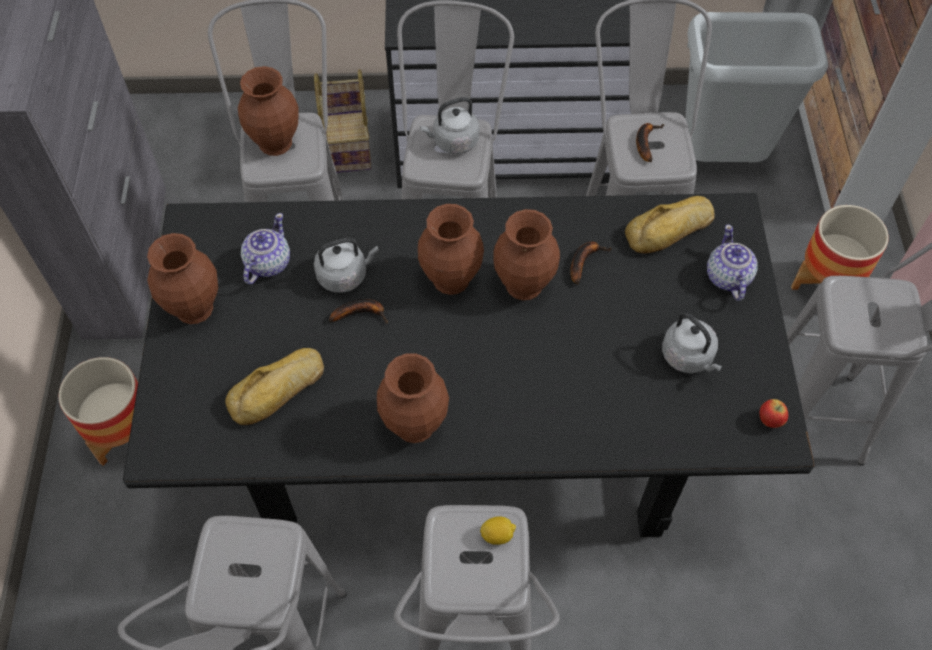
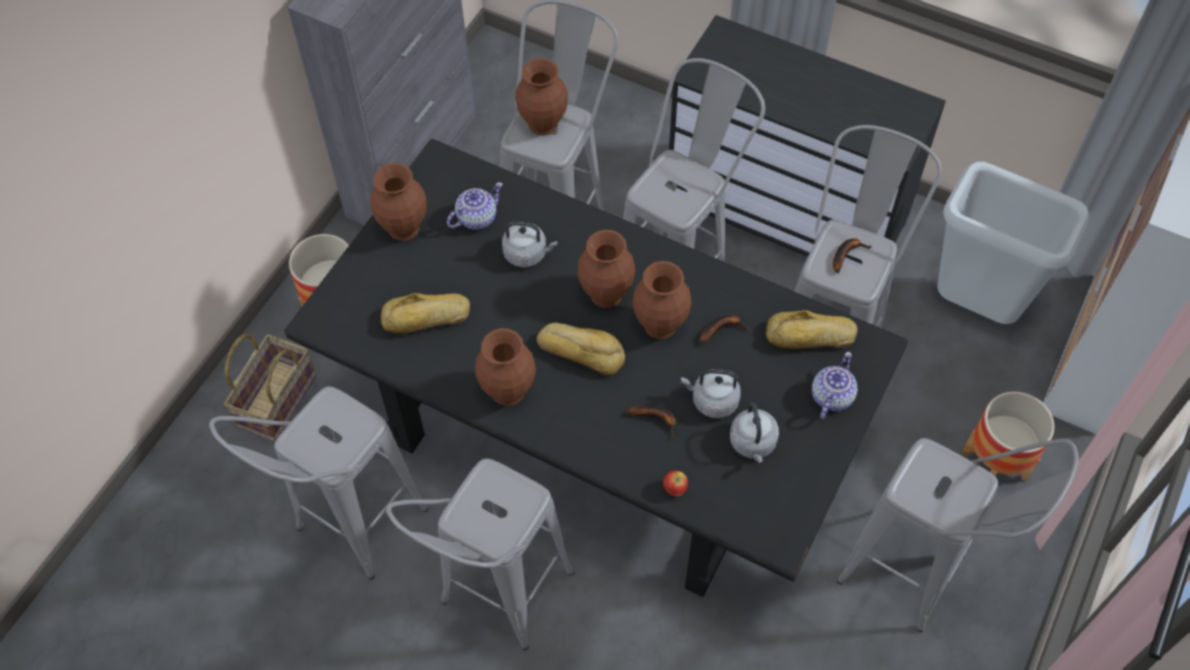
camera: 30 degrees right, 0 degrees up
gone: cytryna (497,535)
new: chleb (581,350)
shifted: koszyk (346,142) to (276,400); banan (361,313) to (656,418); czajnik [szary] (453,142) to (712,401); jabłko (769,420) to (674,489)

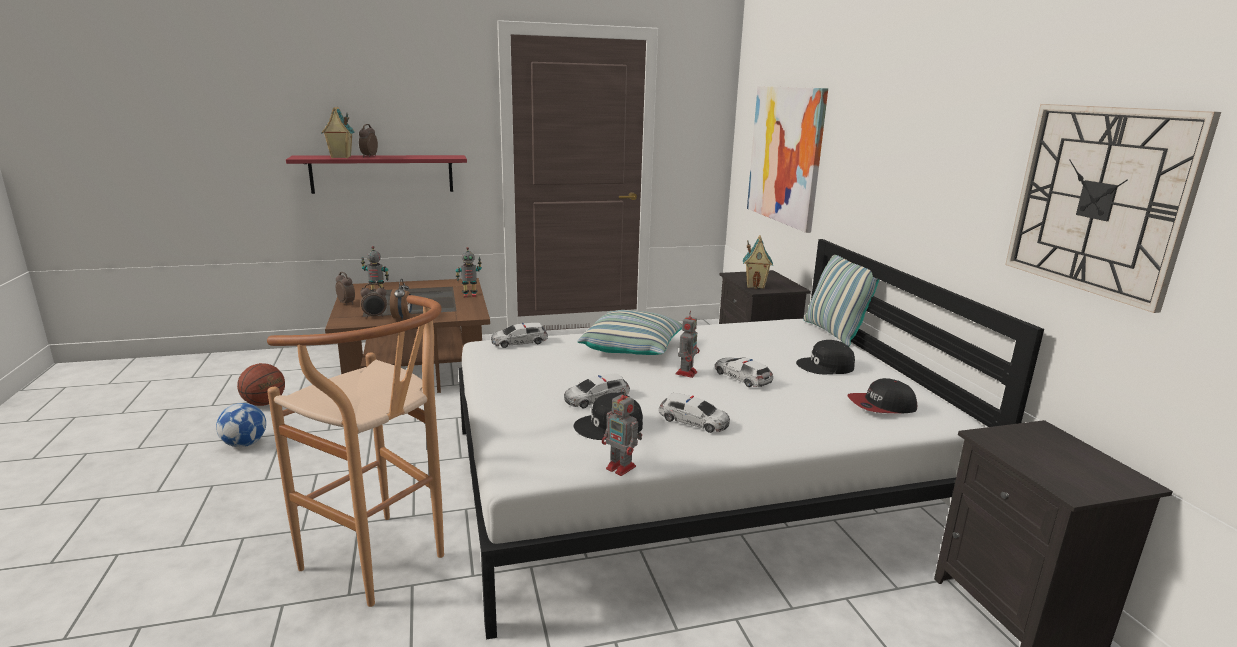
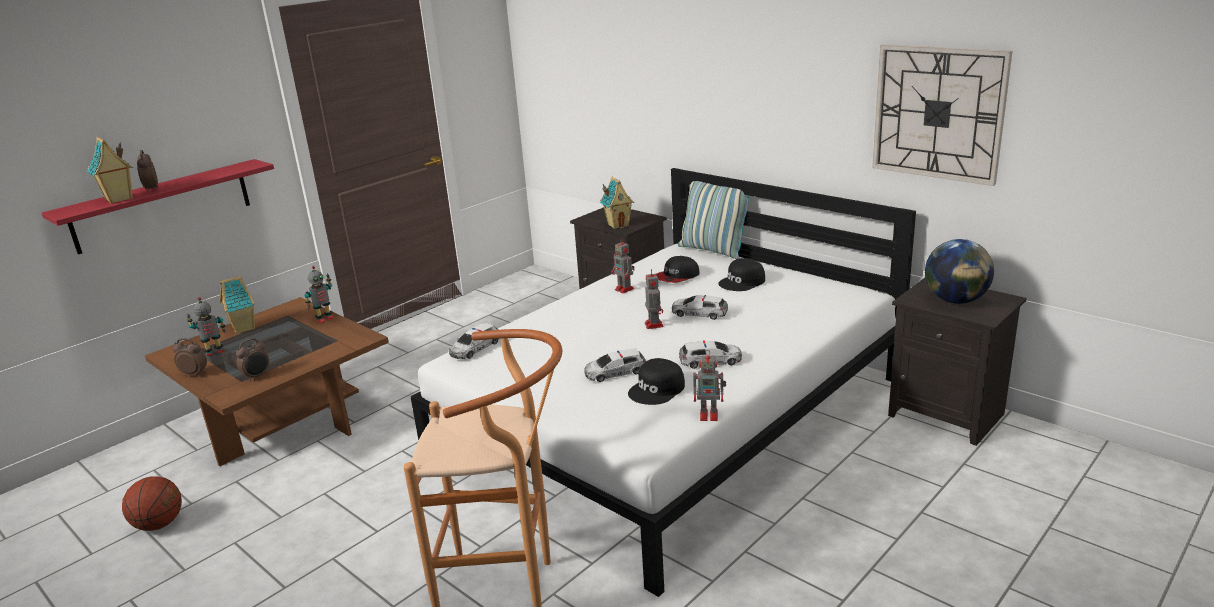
camera: 30 degrees left, 5 degrees up
gone: piłka futbolowa (245,444); budzik (402,317); poduszka (633,348); obraz (785,155)
new: domek (244,328); robot zabawkowy (625,289); globus (955,300)
shifted: czapka z daszkiem (881,406) to (676,277)
rotated: samochodzik (596,398) = (615,372) 45 degrees clockwise

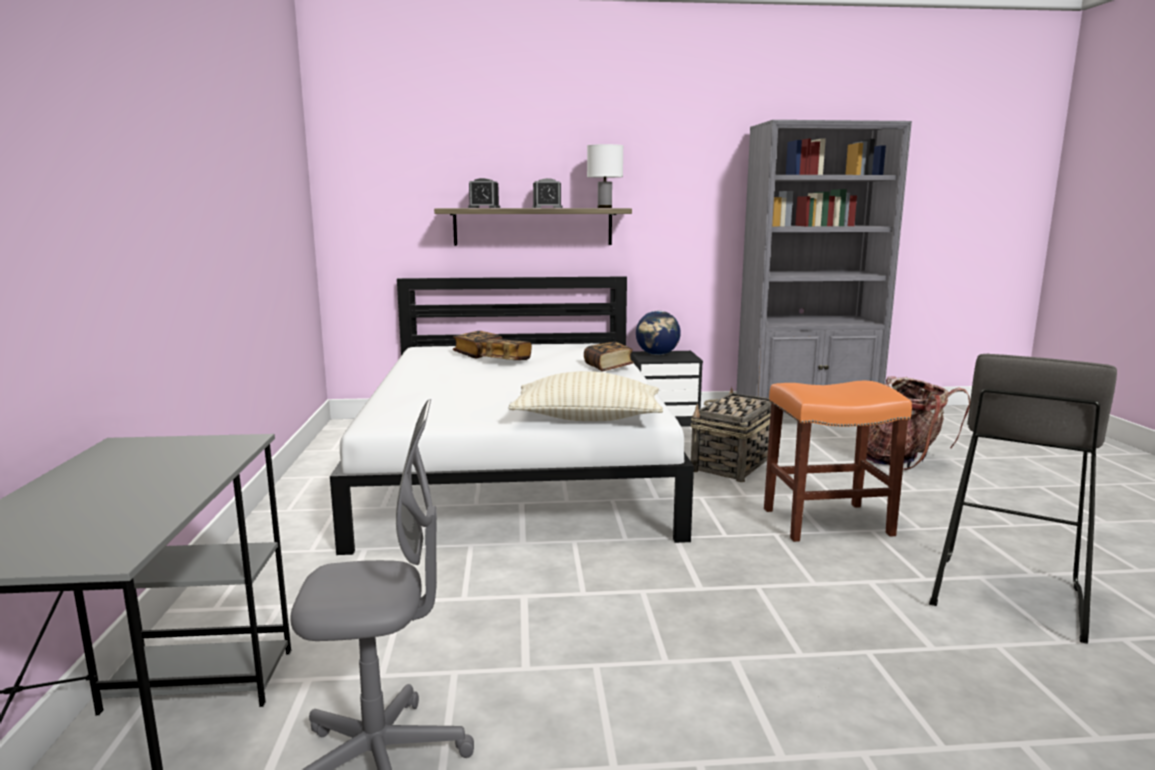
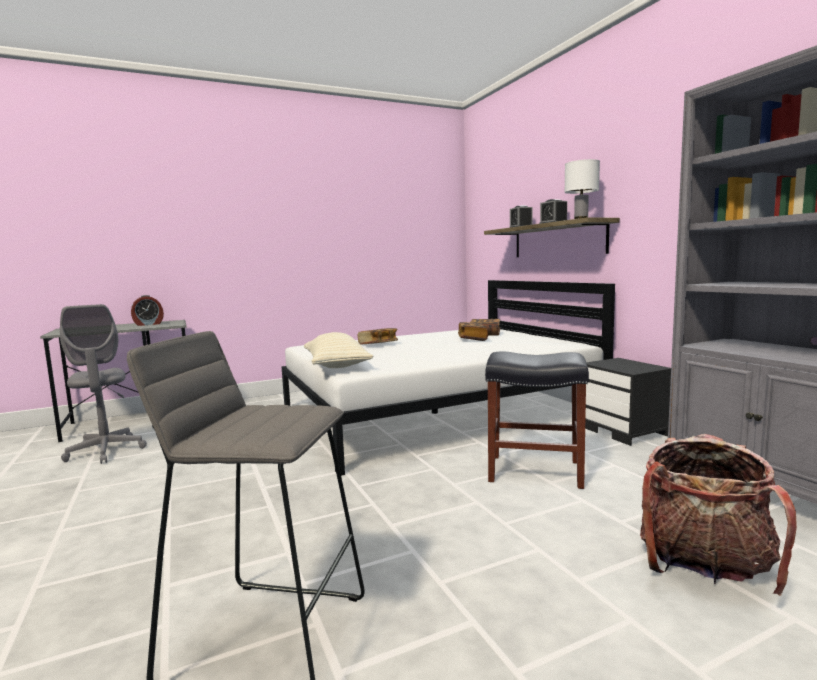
camera: 70 degrees right, 5 degrees down
gone: globus (657,354); stołek [pomarańczowy] (828,521)
new: budzik (148,324)
shifted: książka (608,367) to (378,344)
swapped: koszyk (733,464) to stołek [czarny] (533,471)

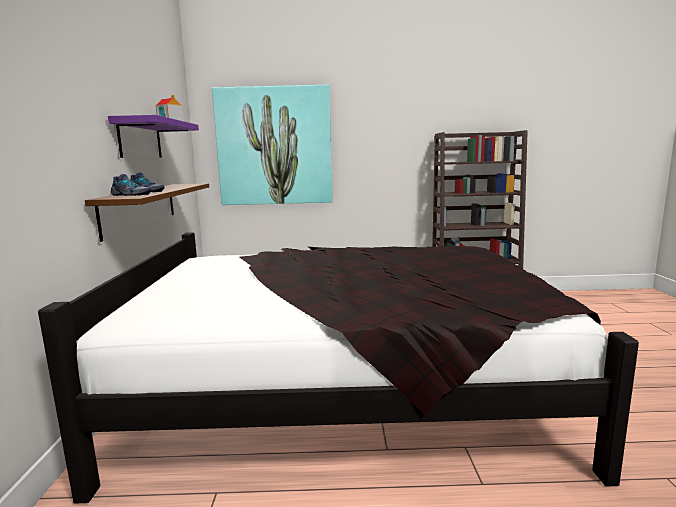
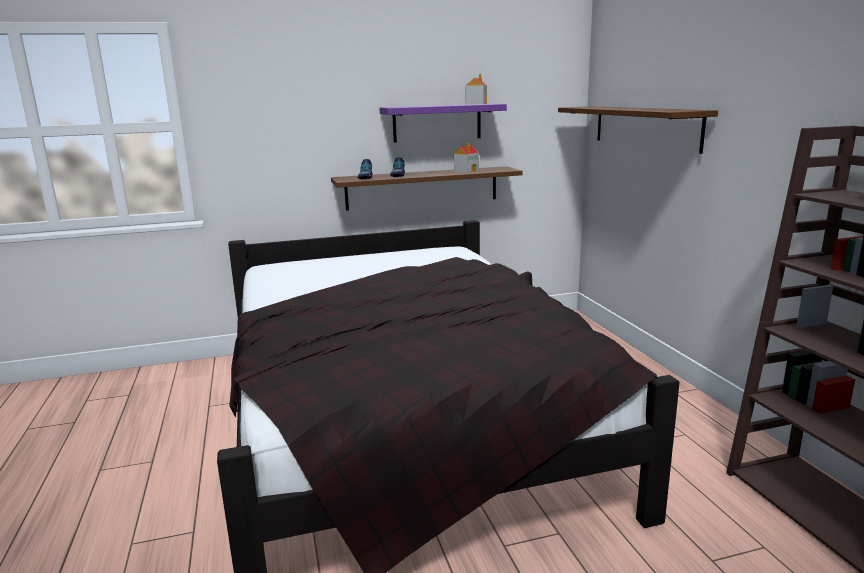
camera: 75 degrees right, 5 degrees up
new: domek (466,171)
swapped: obraz (274,146) to półka [brązowy] (645,127)

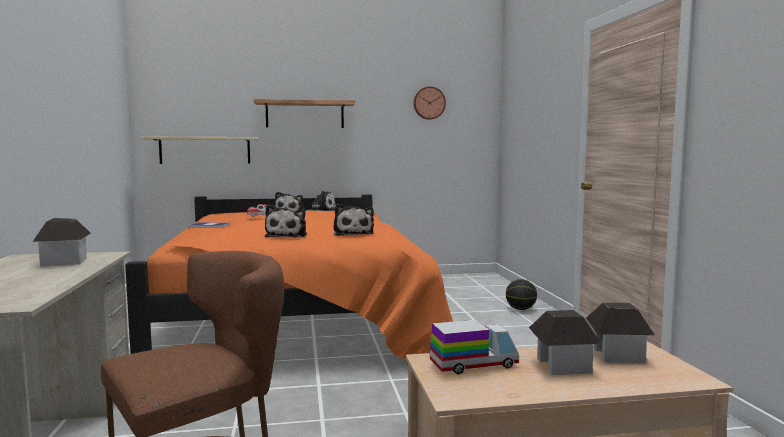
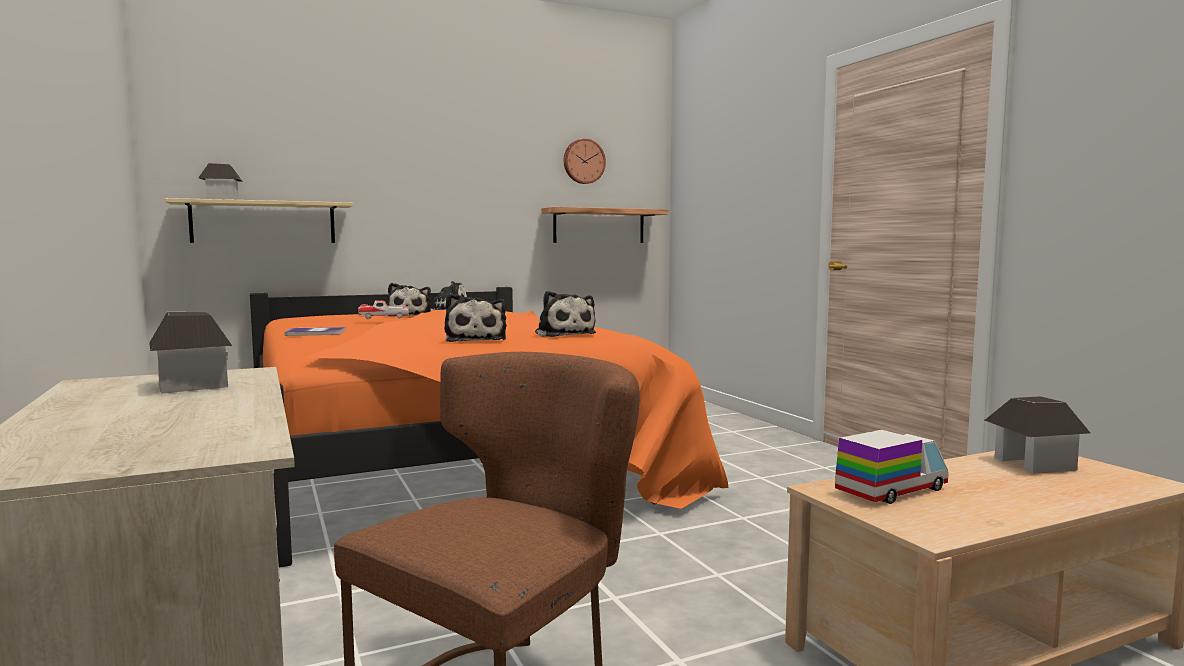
camera: 15 degrees left, 0 degrees up
gone: piłka do koszykówki (520,309)
shifted: półka (305,114) to (599,226); domek (562,365) to (222,200)

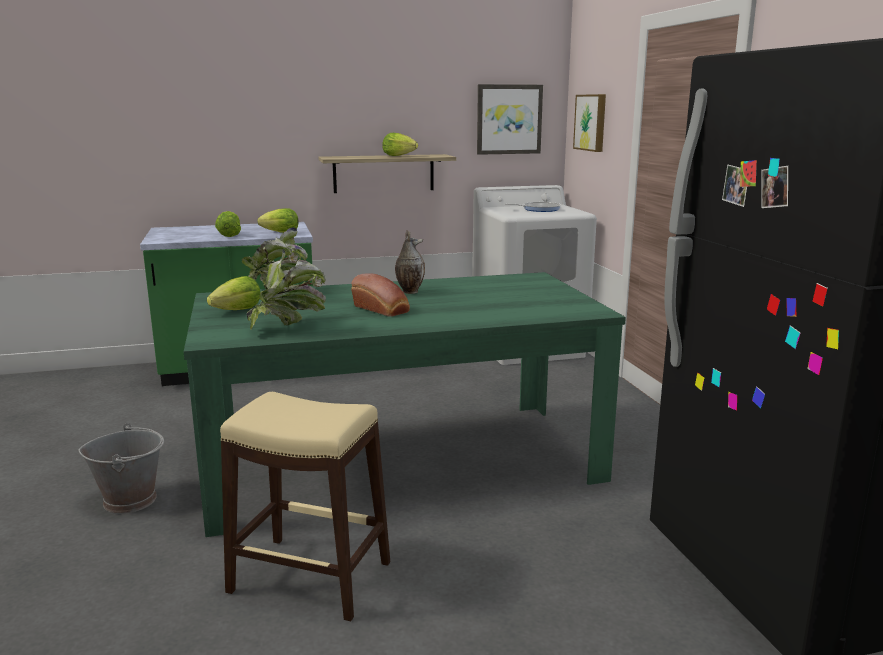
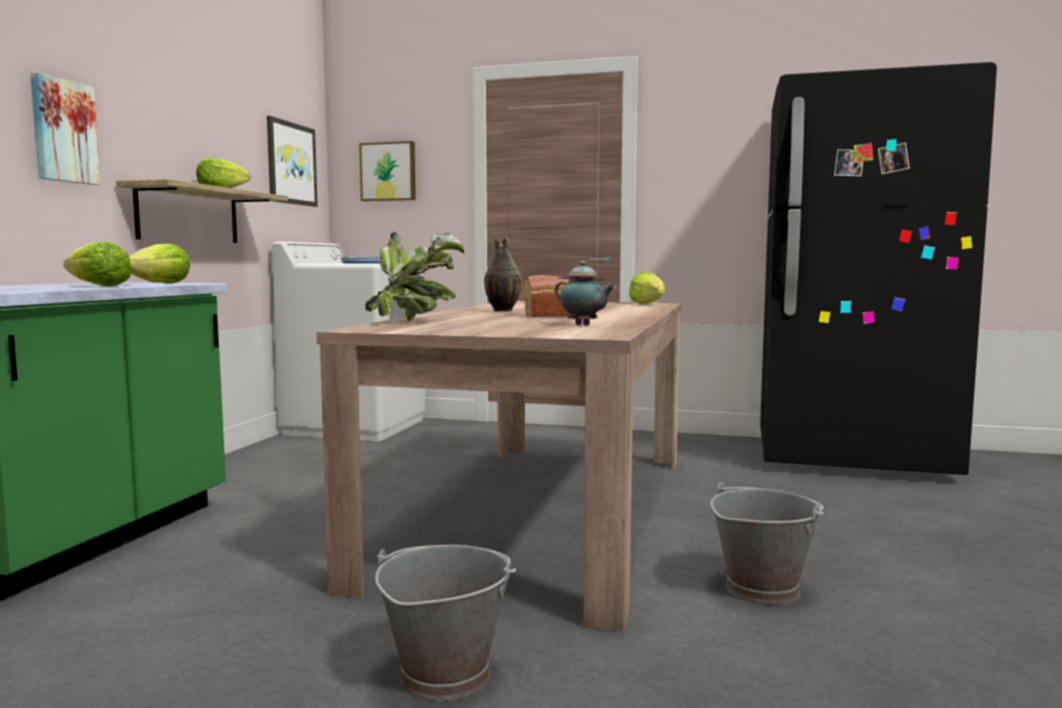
camera: 60 degrees left, 10 degrees down
new: obraz (63,131)
shifted: sałata (238,311) to (648,304)
swapped: stołek [beżowy] (310,576) to wiadro [szary] (761,588); roślina doniczkowa (289,327) to imbryk (583,325)
repainted: stół jadalny [zielony] (401,461) to stół jadalny [beżowy] (544,512)

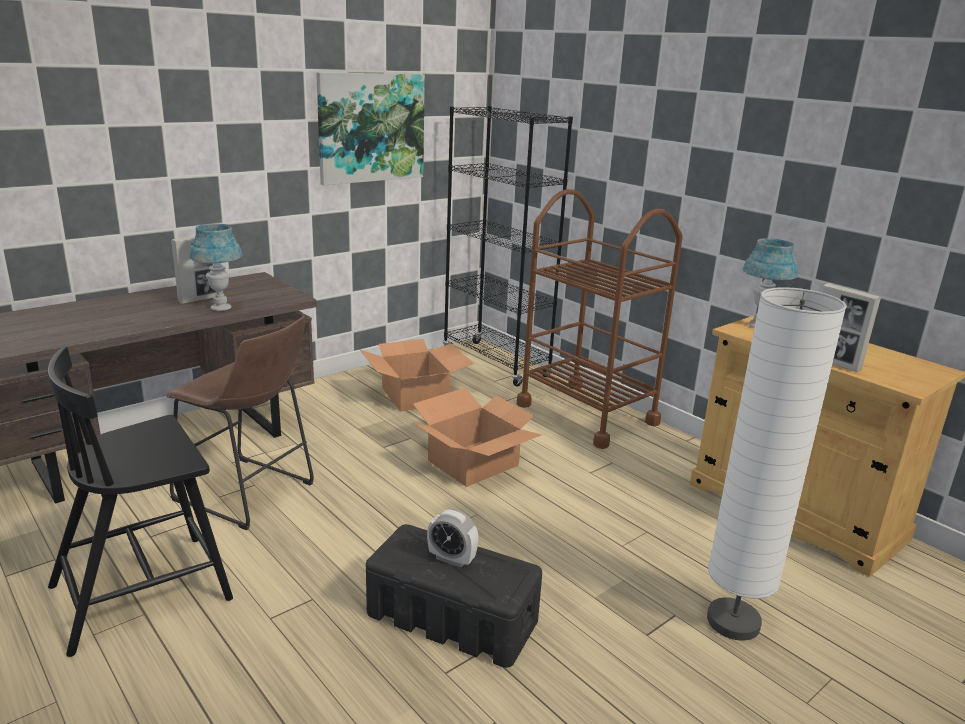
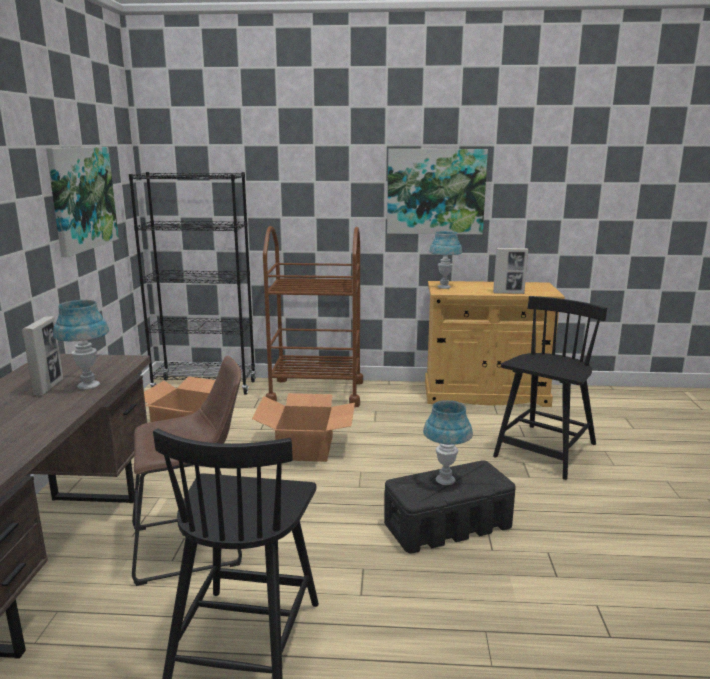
camera: 45 degrees left, 5 degrees down
new: obraz (435,191)
swapped: budzik (451,559) to lampa stołowa [niebieski] (445,480); lampa stojąca [biały] (733,622) to krzesło [czarny] (545,451)

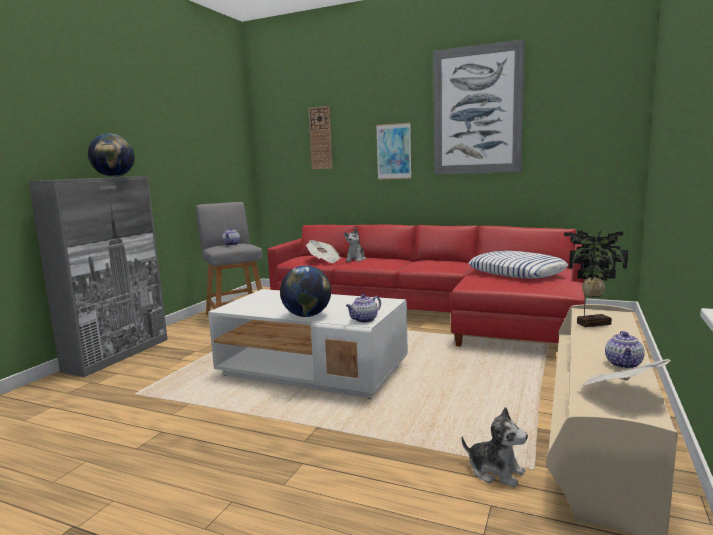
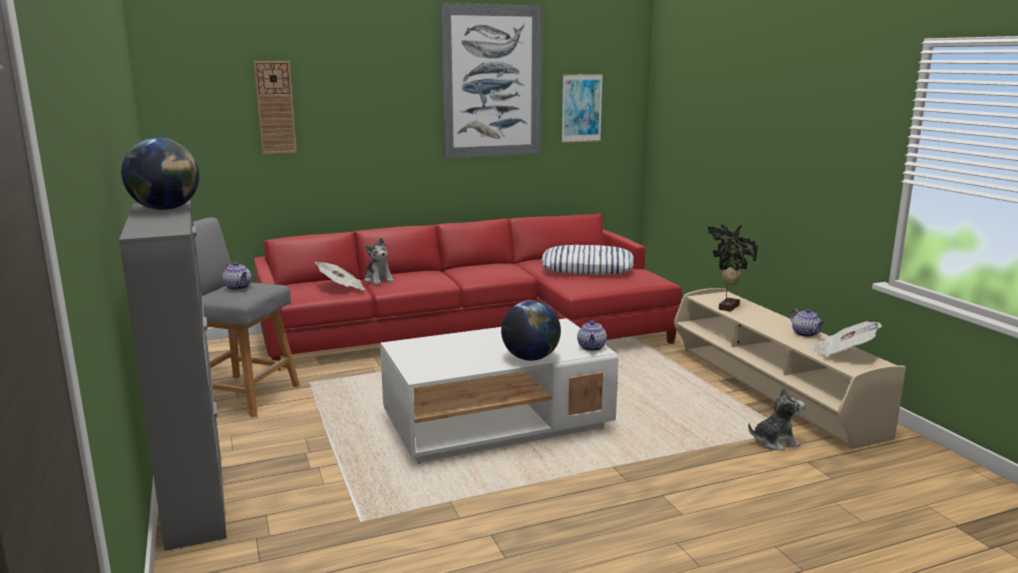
camera: 45 degrees left, 5 degrees up
shifted: obraz (394,151) to (581,108)

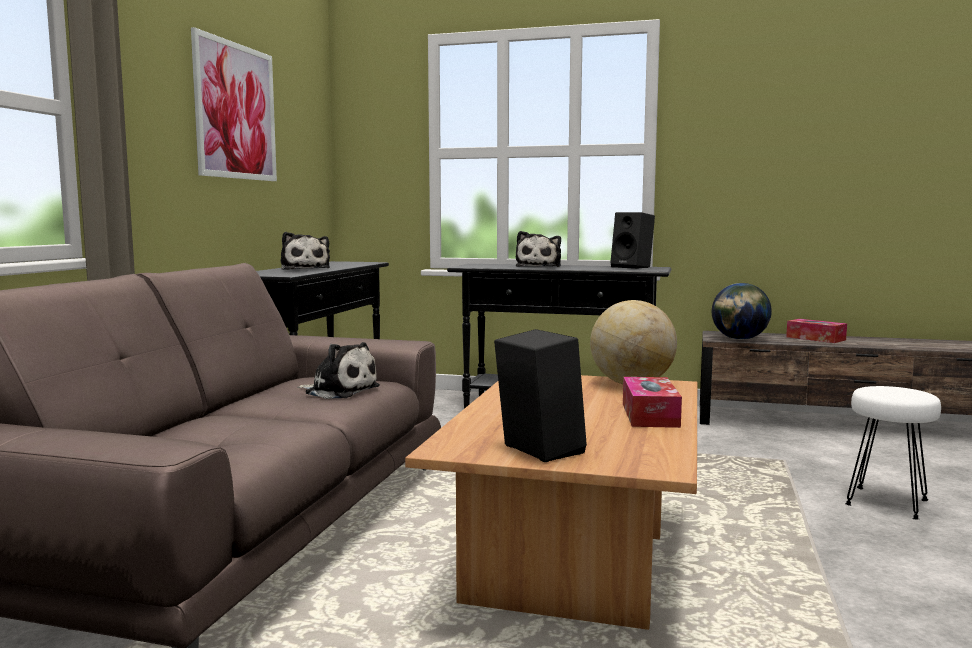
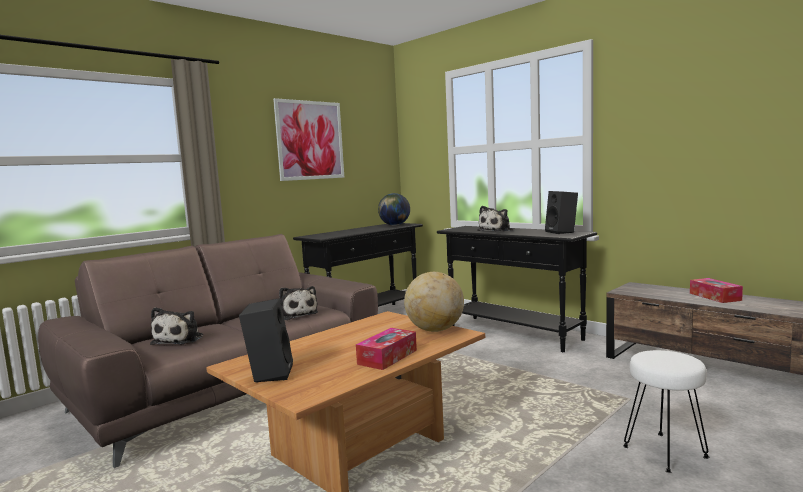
camera: 30 degrees right, 0 degrees up
shifted: pluszak (304,269) to (180,339); globus (739,339) to (394,225)

